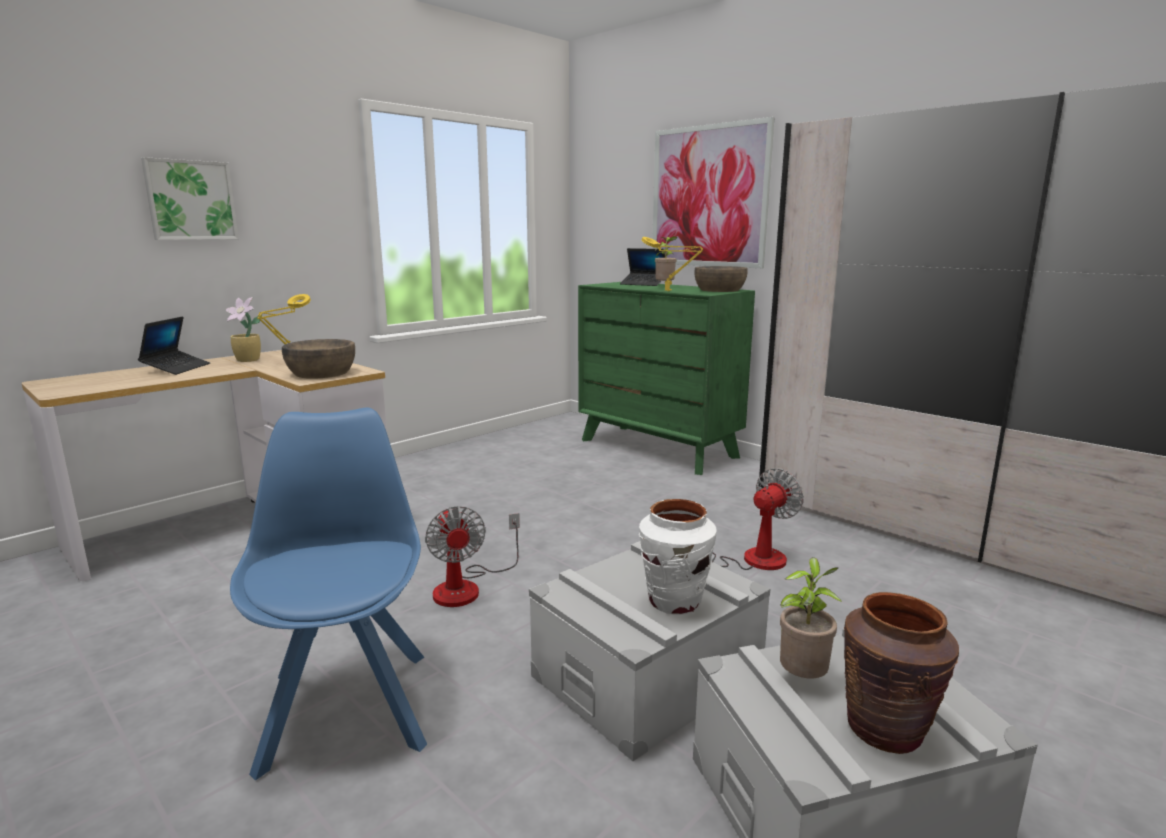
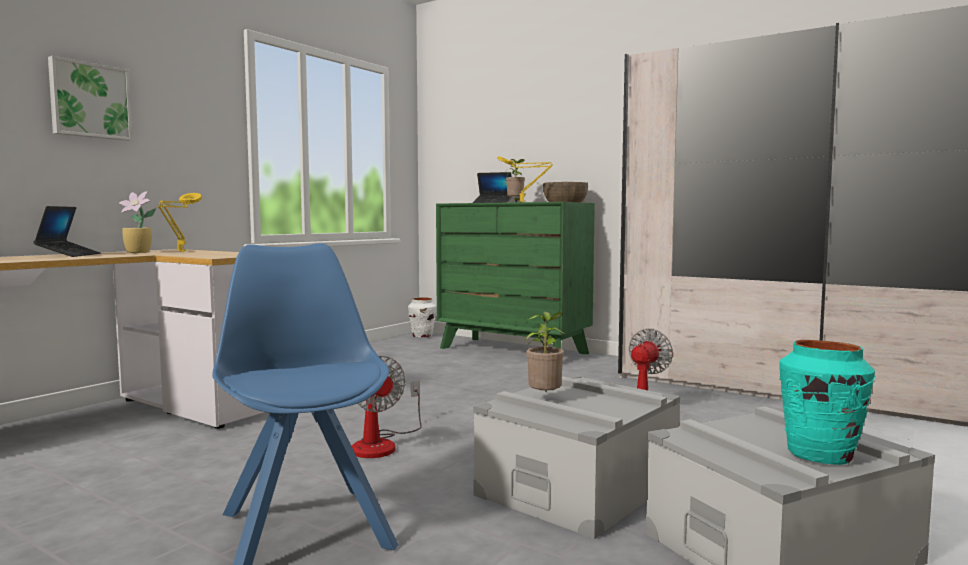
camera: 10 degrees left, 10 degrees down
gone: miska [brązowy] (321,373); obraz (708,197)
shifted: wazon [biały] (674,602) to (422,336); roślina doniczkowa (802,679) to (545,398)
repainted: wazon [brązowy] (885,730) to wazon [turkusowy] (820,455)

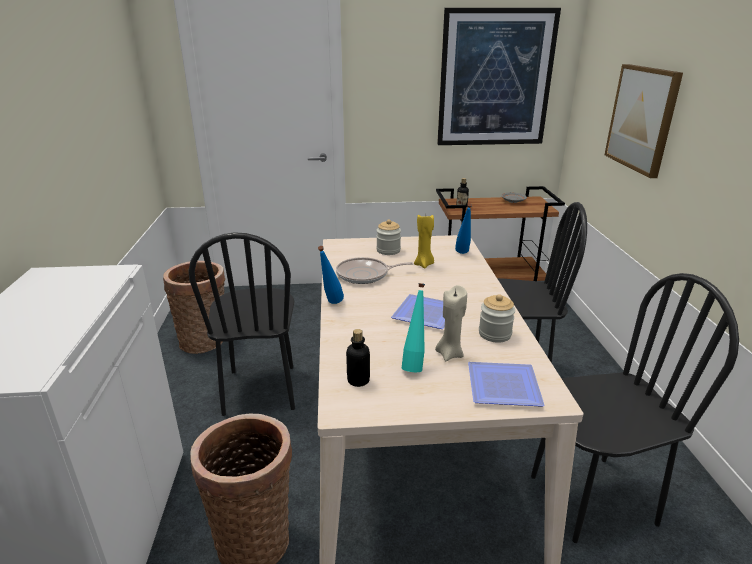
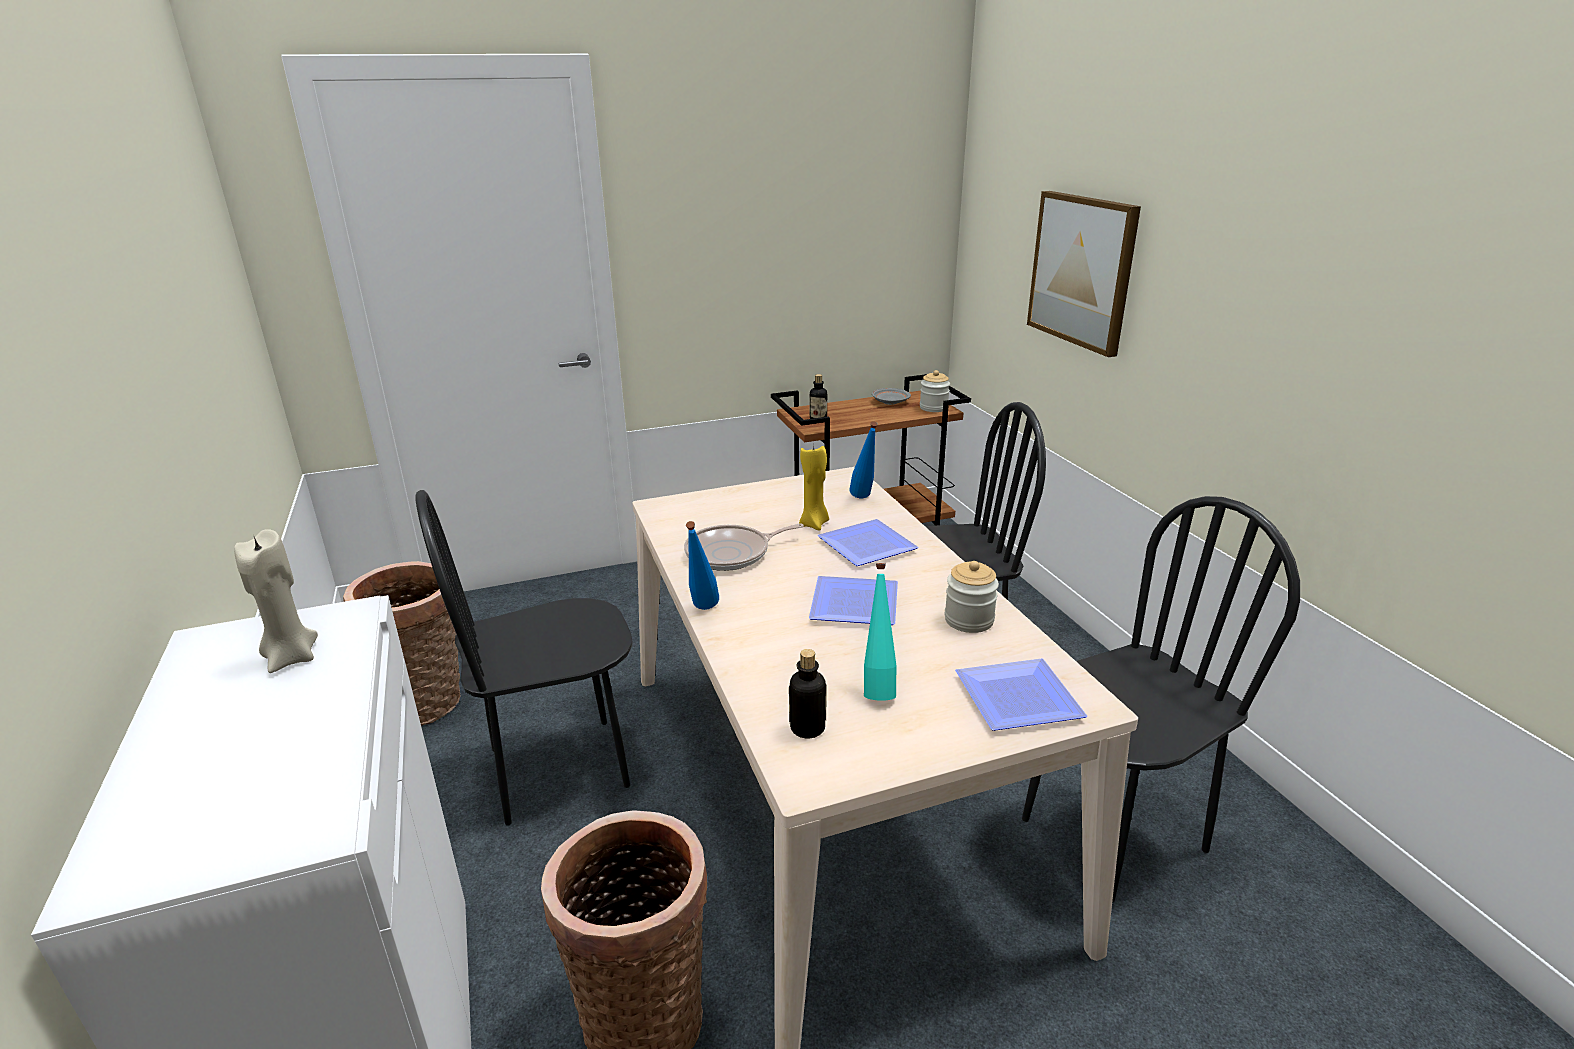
camera: 15 degrees left, 0 degrees up
gone: obraz (495,79)
new: talerz (870,546)
shifted: słoik (388,250) to (933,408); świeca [beżowy] (449,354) to (291,658)
rotated: krzesło [czarny] (260,389) = (559,768) 90 degrees clockwise

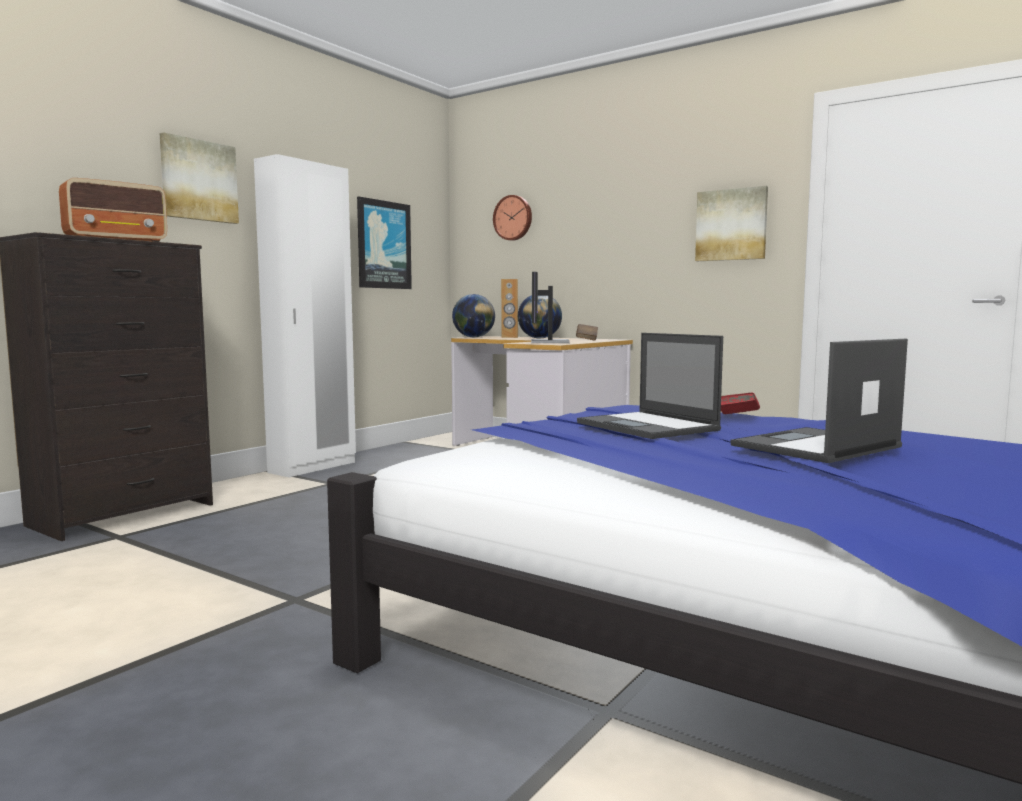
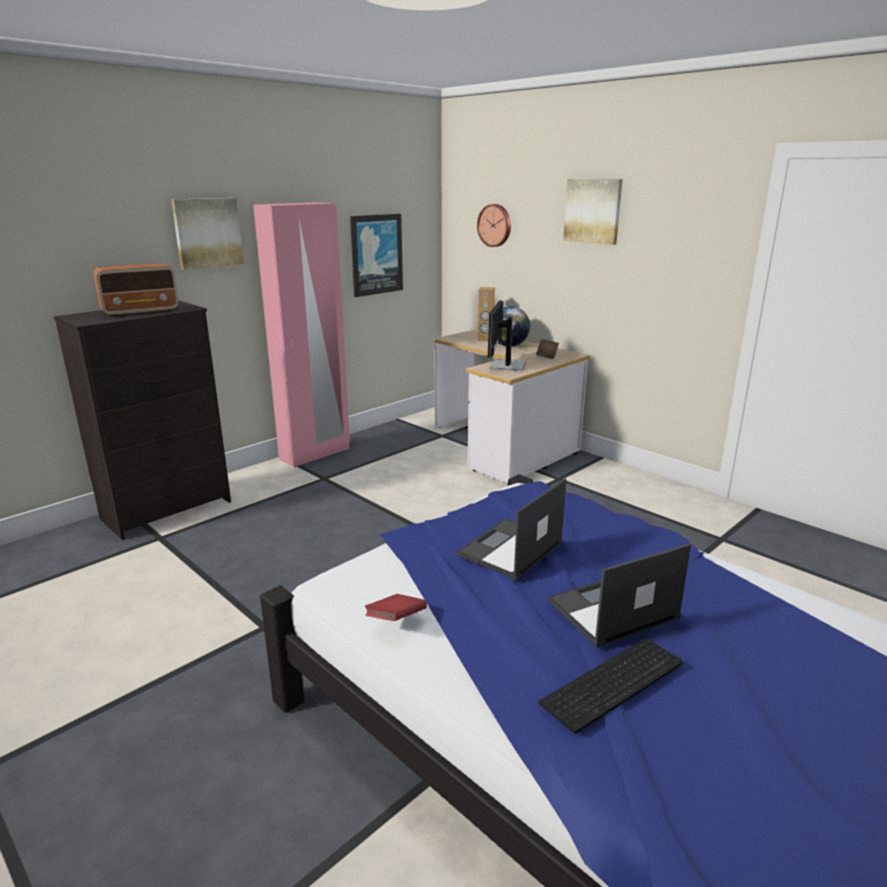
camera: 10 degrees right, 15 degrees up
gone: globus (473,337)
new: klawiatura (614,685)
shifted: obraz (731,225) to (593,211); książka [czerwony] (737,418) to (396,620)
repainted: szafa [biały] (313,467) to szafa [różowy] (315,454)
rotated: laptop (648,426) = (510,549) 60 degrees clockwise

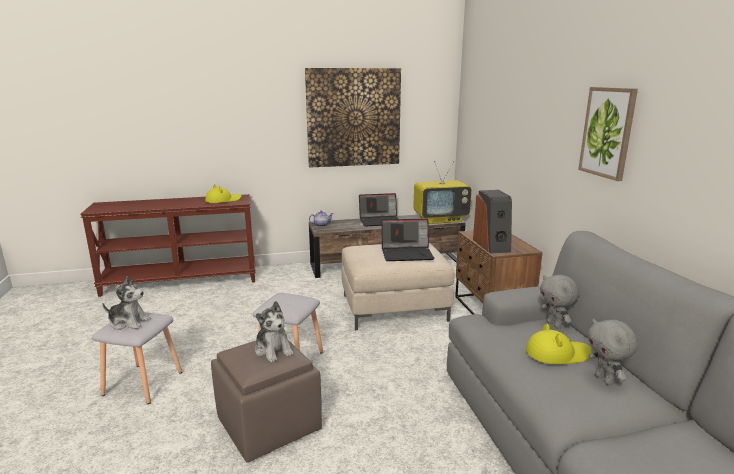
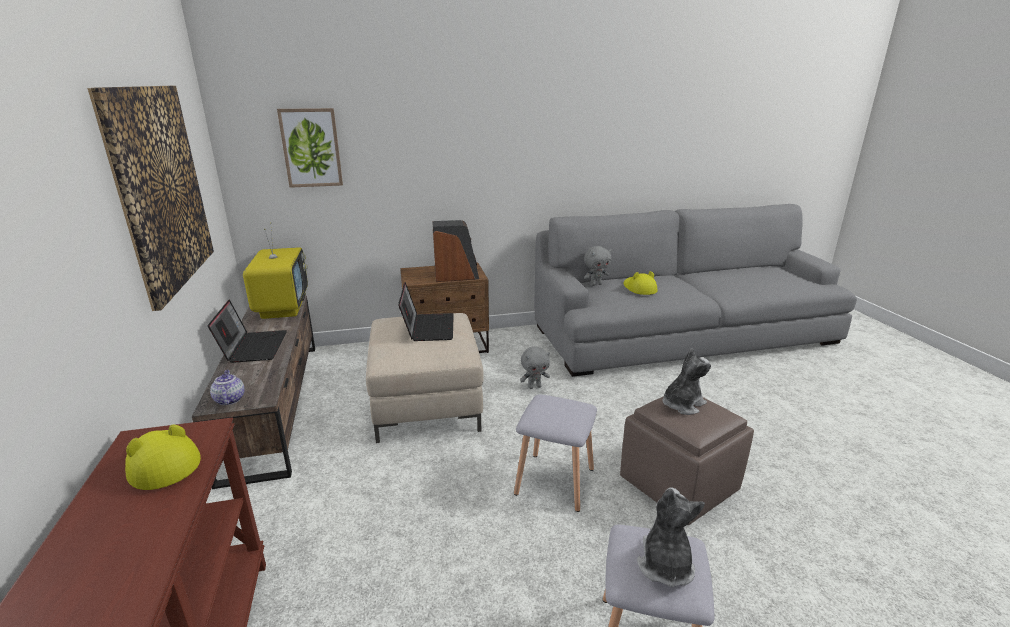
camera: 90 degrees left, 5 degrees up
shifted: obraz (607,132) to (311,148); pluszak [szary] (605,380) to (534,387)

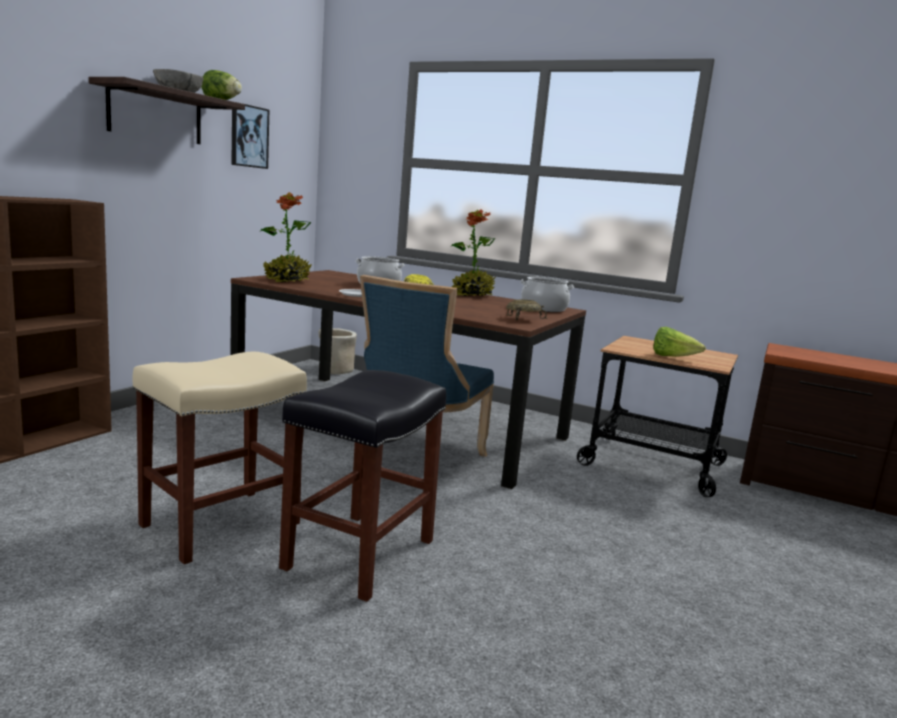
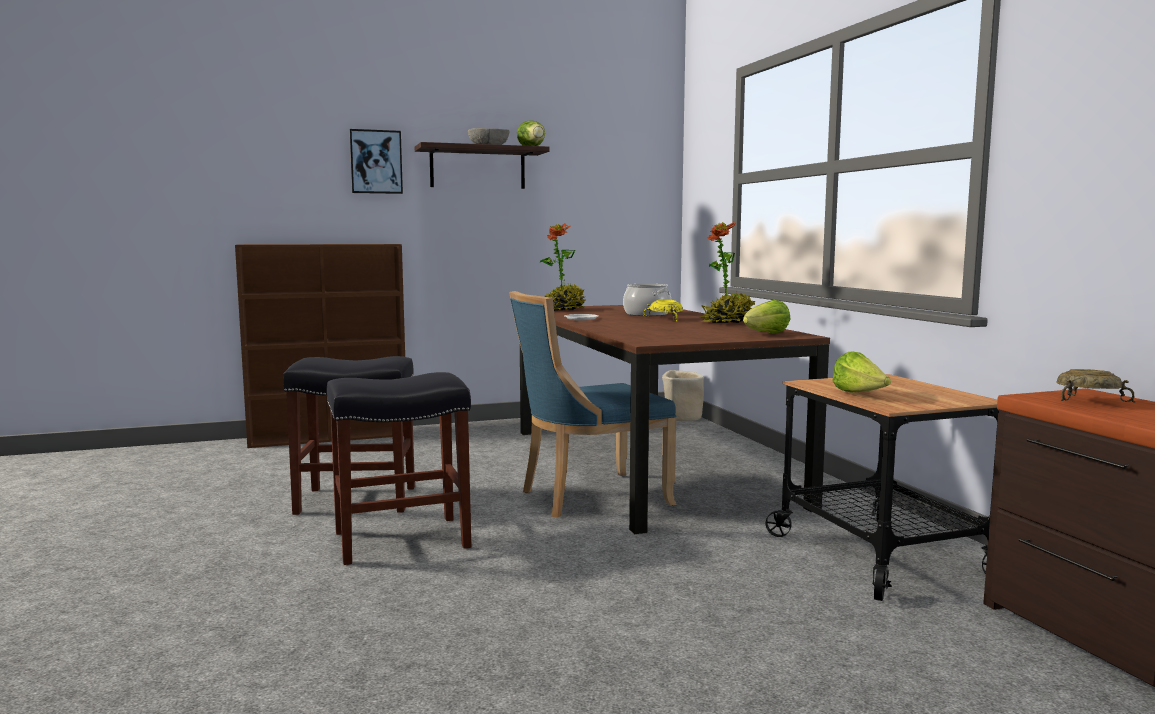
camera: 45 degrees right, 5 degrees down
shifted: obraz (249,136) to (376,162); miska [beżowy] (523,320) to (1088,402)
swapped: garnek (544,308) to sałata (765,334)
repainted: stołek [beżowy] (222,523) to stołek [czarny] (358,500)

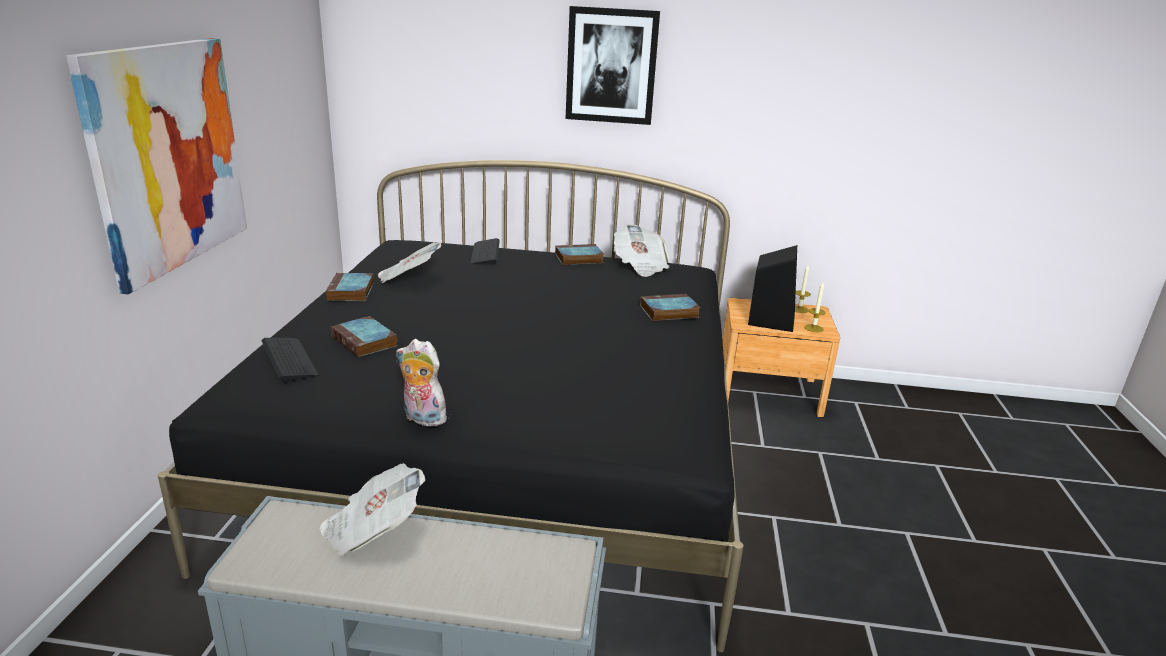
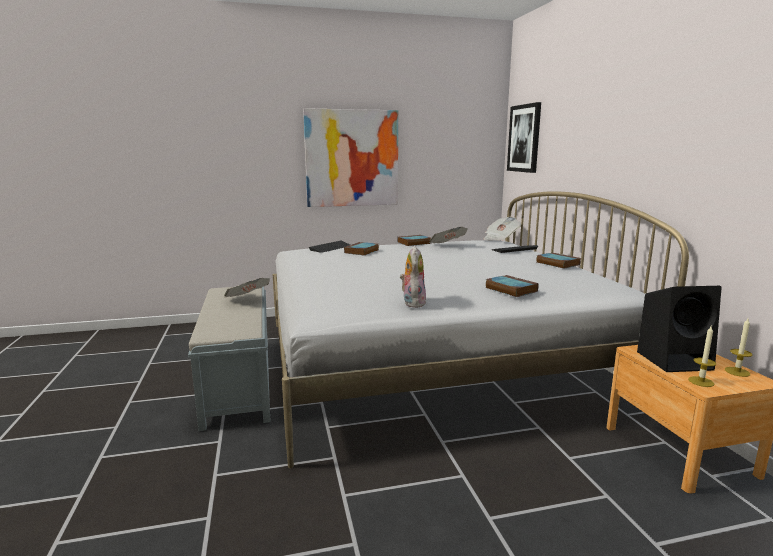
camera: 70 degrees right, 10 degrees down
shifted: pluszak (422,419) to (412,303); obraz (611,66) to (524,138); gazeta (640,266) to (500,239)
repainted: łóżko [czarny] (508,449) to łóżko [biały] (432,361)

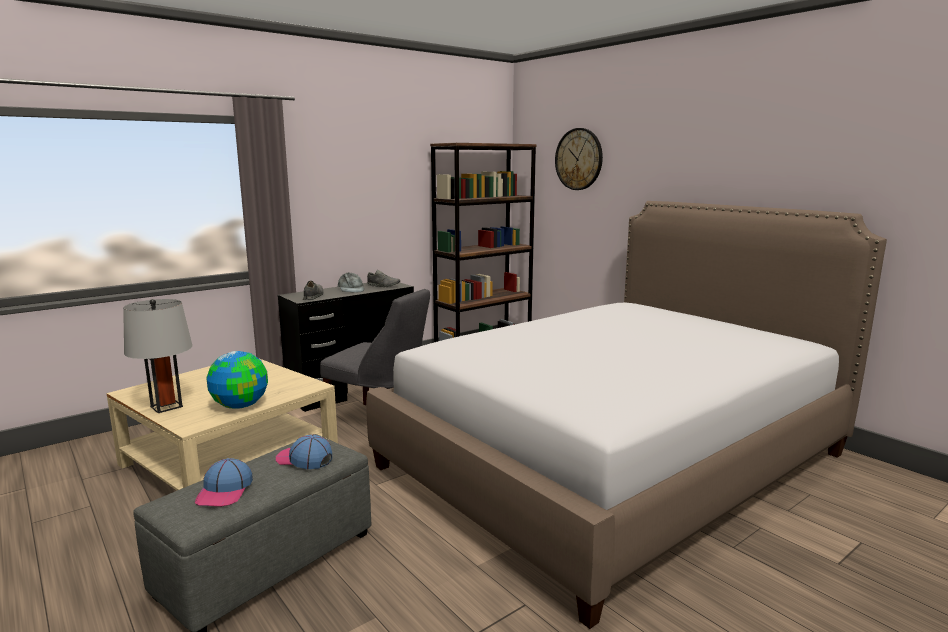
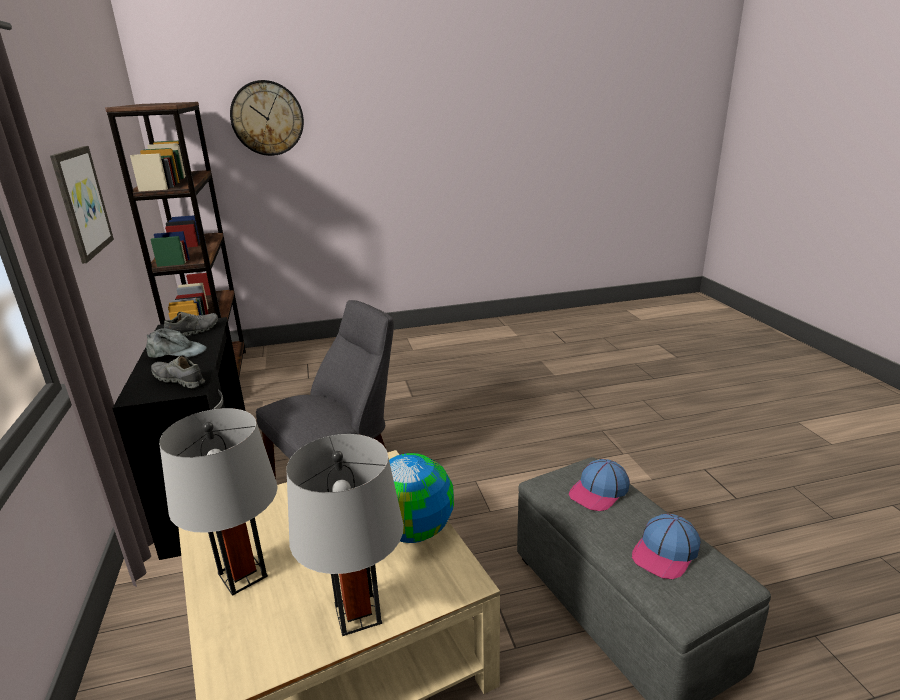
camera: 65 degrees left, 10 degrees up
gone: łóżko (615,460)
new: obraz (81,202); lampa stołowa [szary] (243,575)
rotated: czapka z daszkiem (225,491) = (665,553) 105 degrees clockwise

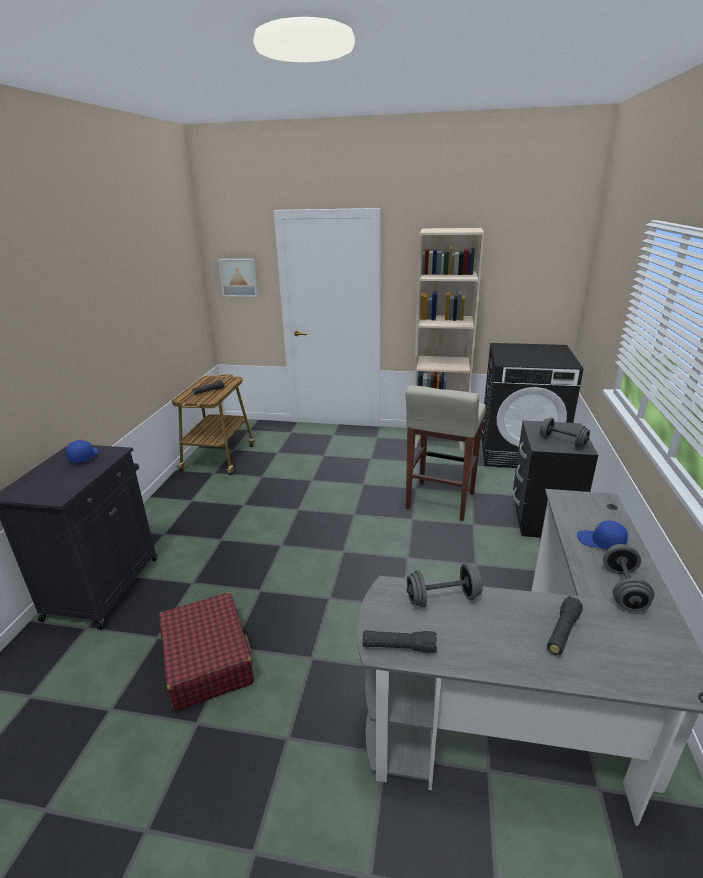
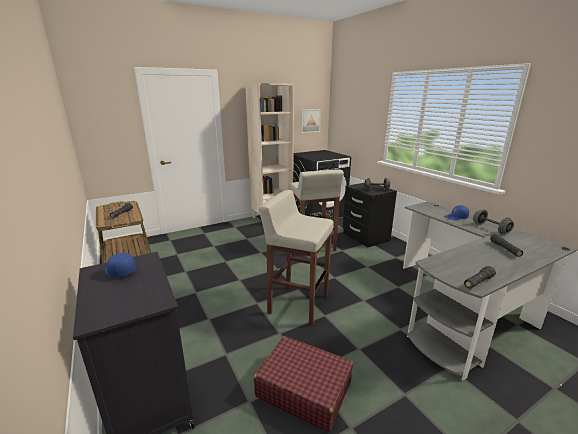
camera: 40 degrees left, 5 degrees down
gone: hantel [szary] (443,598)
new: stołek [beżowy] (297,304)
shifted: obraz (239,277) to (309,120)

